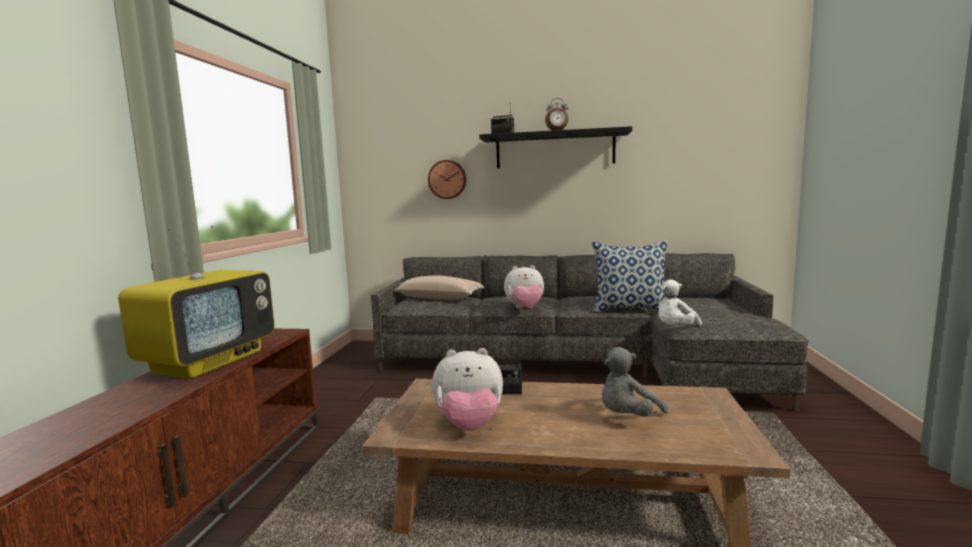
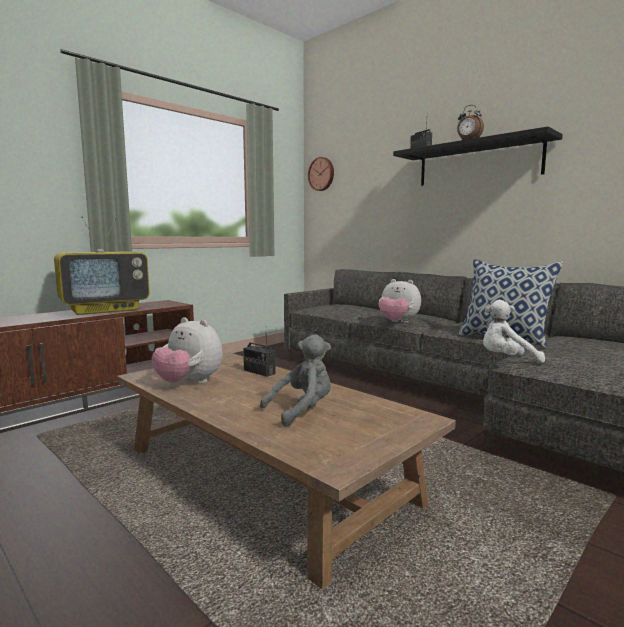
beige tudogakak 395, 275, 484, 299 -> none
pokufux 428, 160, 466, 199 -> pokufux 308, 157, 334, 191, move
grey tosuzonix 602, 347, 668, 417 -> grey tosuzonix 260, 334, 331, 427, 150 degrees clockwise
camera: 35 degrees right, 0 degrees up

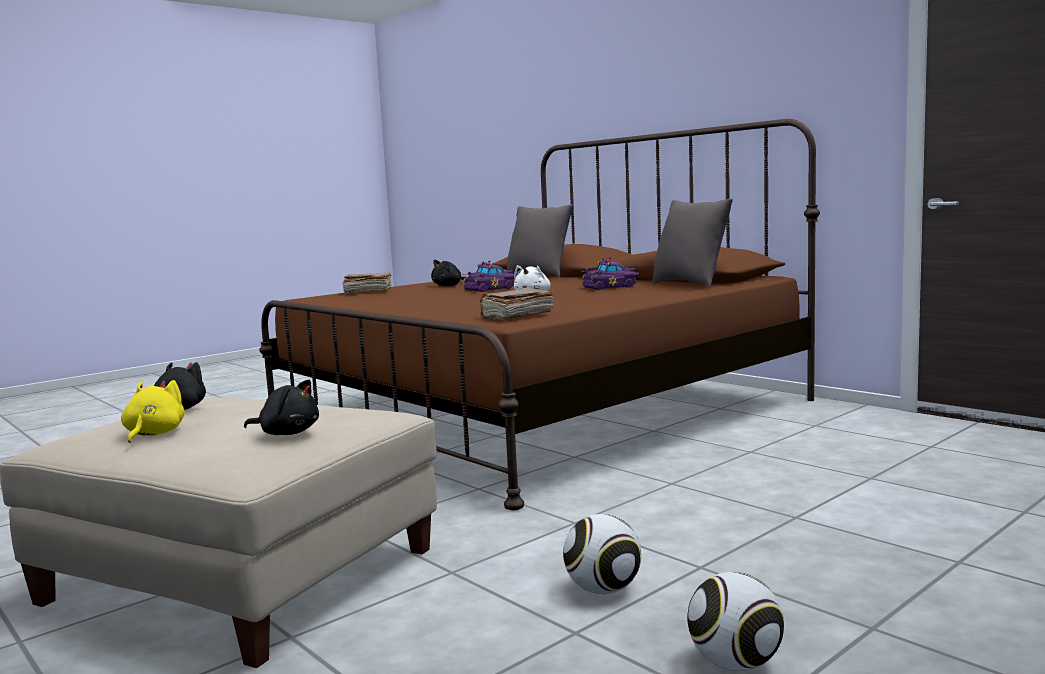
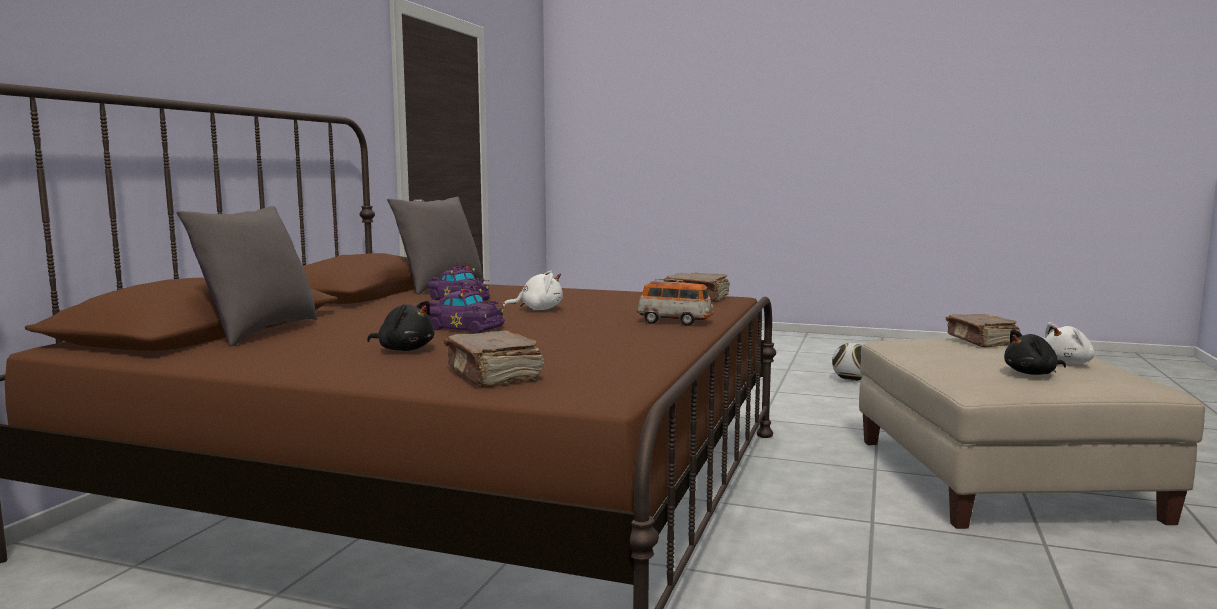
yellow tosuzonix 121, 380, 185, 443 -> white tosuzonix 1045, 322, 1095, 364
black tosuzonix 244, 380, 319, 435 -> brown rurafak 946, 314, 1020, 347
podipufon 563, 514, 641, 594 -> none
none -> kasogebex 637, 278, 714, 326
camera: 120 degrees left, 0 degrees up

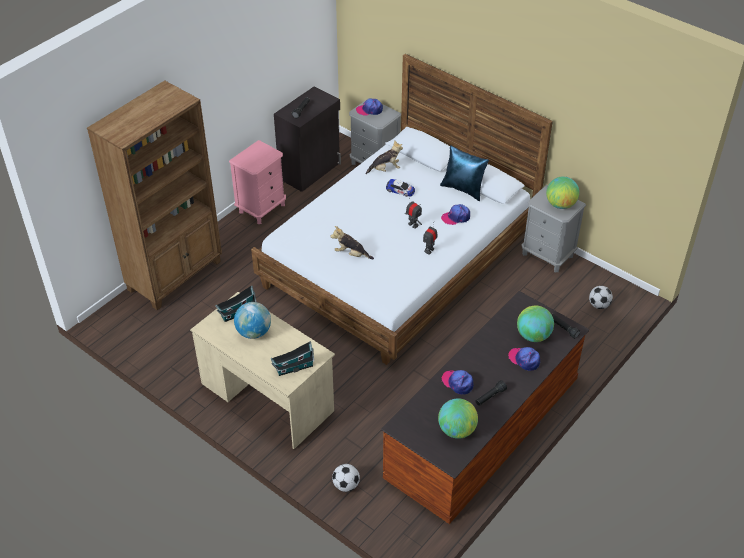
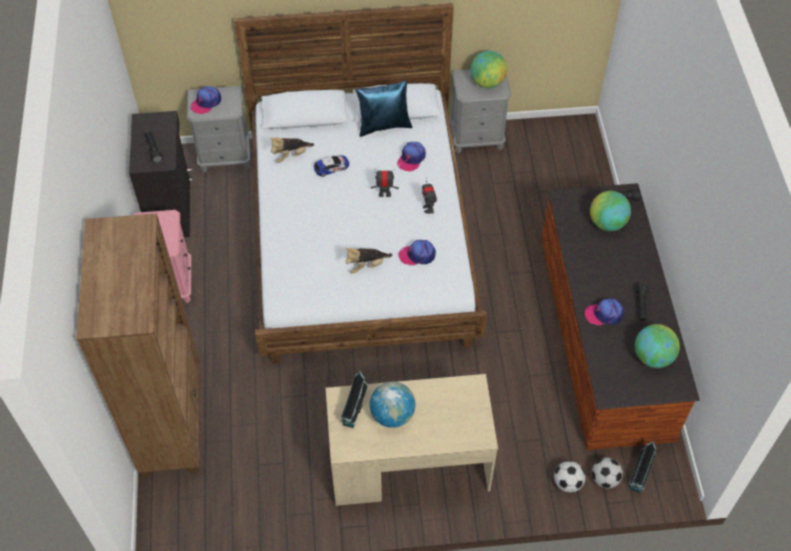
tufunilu 271, 341, 314, 376 -> tufunilu 629, 441, 656, 493, move
tosuzonix 365, 140, 403, 174 -> tosuzonix 270, 137, 314, 163, 150 degrees counterclockwise
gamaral 508, 347, 540, 371 -> gamaral 399, 240, 436, 265, move
podipufon 589, 286, 613, 309 -> podipufon 592, 458, 623, 488, move
camera: 45 degrees left, 10 degrees up

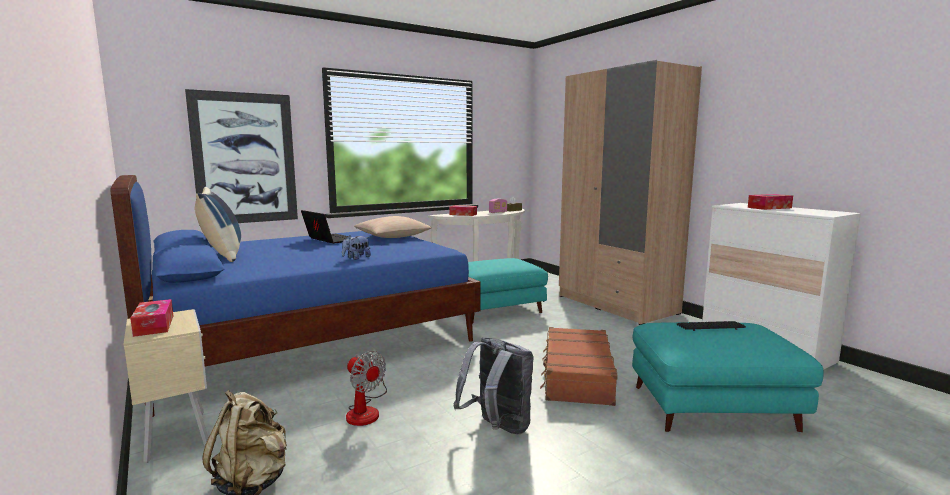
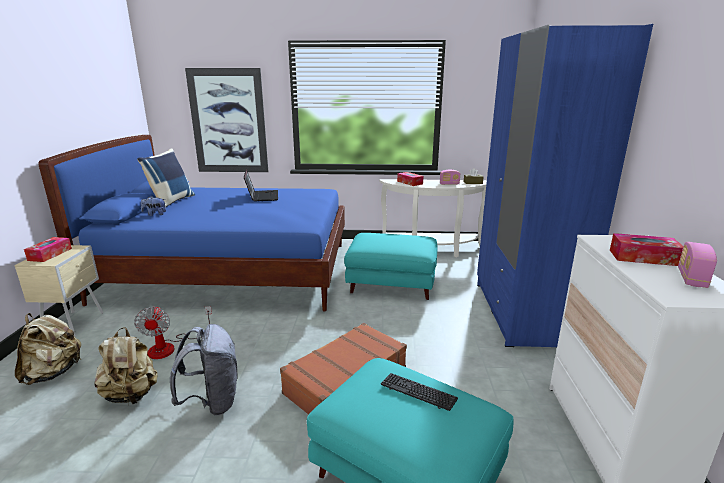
tosuzonix 342, 236, 371, 260 -> tosuzonix 141, 196, 166, 216, move
beige tudogakak 354, 216, 432, 238 -> none
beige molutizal 559, 60, 702, 325 -> blue molutizal 477, 24, 653, 347
none -> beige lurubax 94, 327, 158, 404
none -> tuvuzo 678, 242, 717, 288
camera: 35 degrees right, 10 degrees up

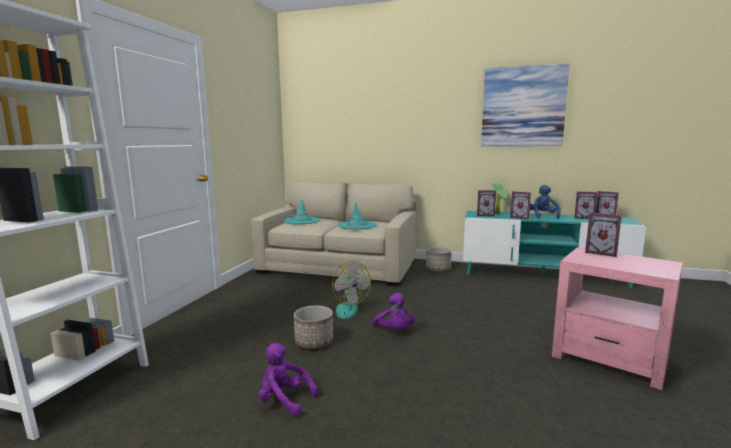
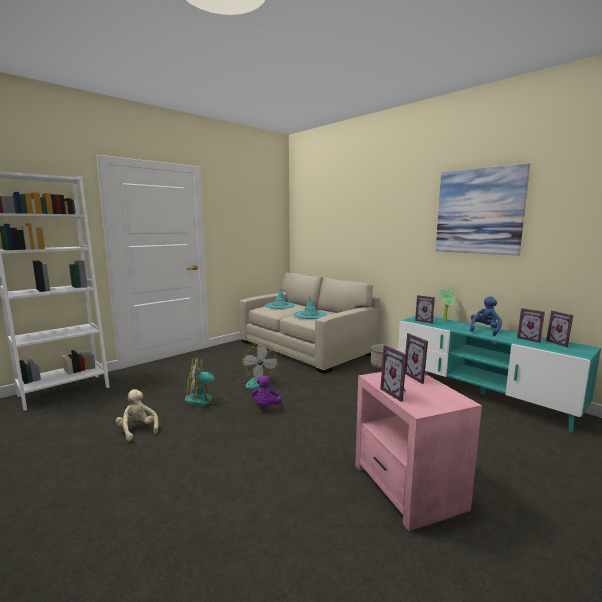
purple tosuzonix 258, 343, 318, 416 -> beige tosuzonix 116, 389, 158, 441
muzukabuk 294, 306, 333, 349 -> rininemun 185, 357, 226, 406
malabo 510, 191, 531, 220 -> malabo 380, 345, 407, 402, move
camera: 30 degrees right, 0 degrees up

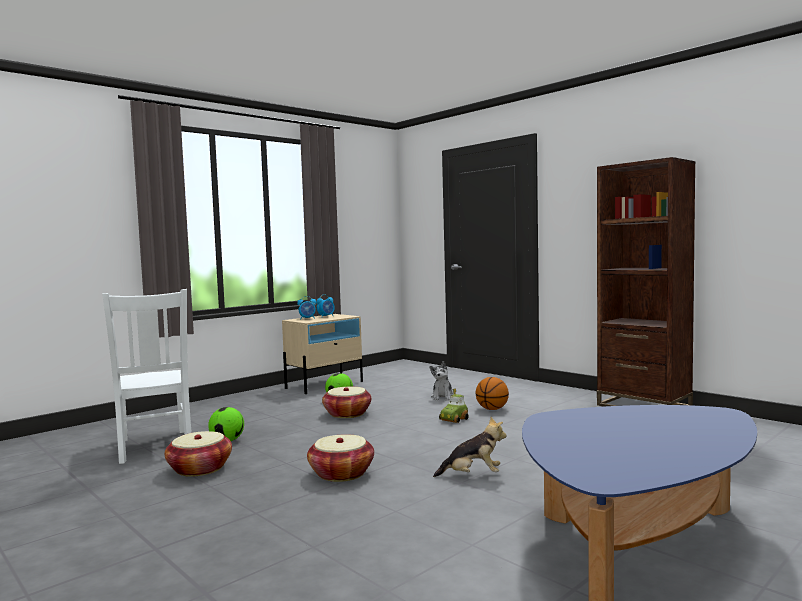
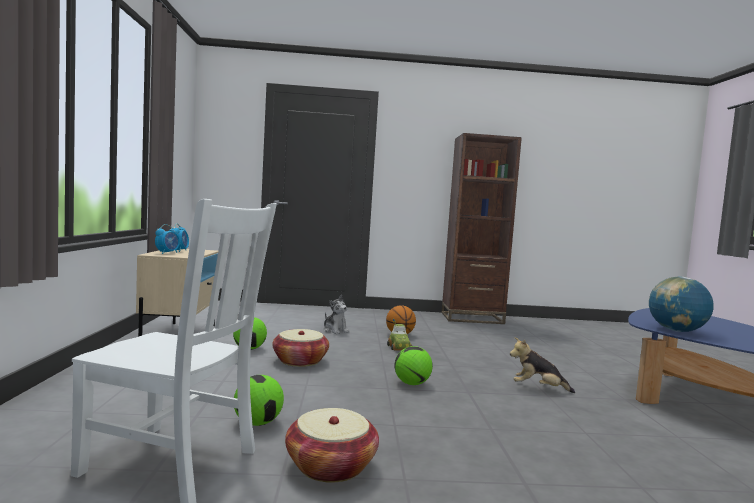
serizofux 307, 434, 374, 482 -> none
tosuzonix 433, 417, 507, 477 -> tosuzonix 510, 337, 575, 393, 120 degrees counterclockwise
none -> podipufon 395, 346, 433, 385
none -> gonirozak 649, 276, 714, 332
camera: 50 degrees left, 0 degrees up

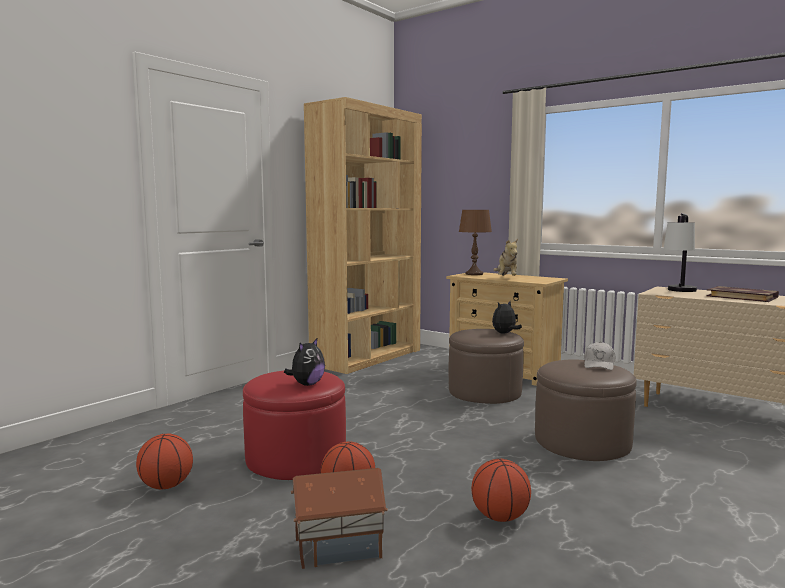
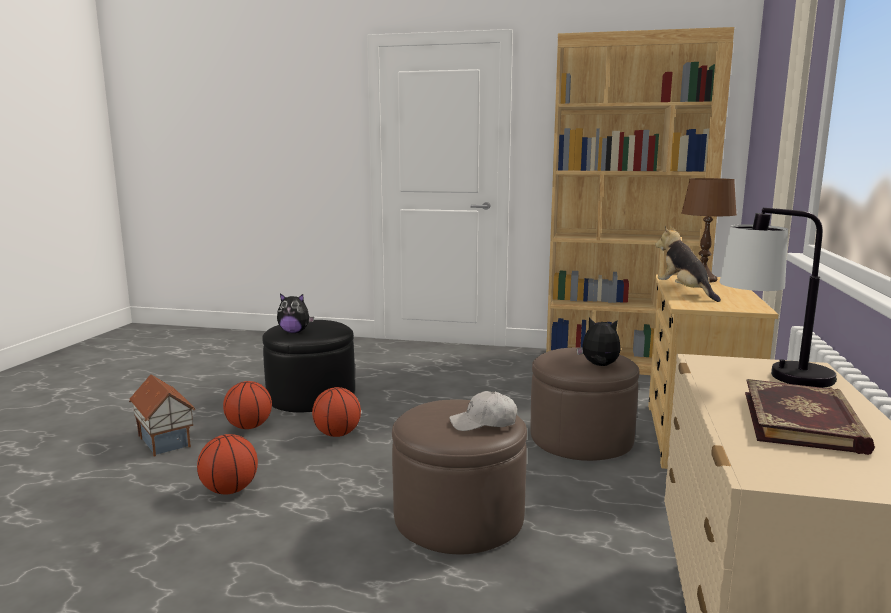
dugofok 136, 434, 193, 489 -> dugofok 312, 387, 361, 437, move
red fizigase 243, 371, 346, 480 -> black fizigase 262, 320, 355, 412
tosuzonix 493, 239, 518, 276 -> tosuzonix 655, 226, 721, 302, 90 degrees clockwise
camera: 65 degrees right, 5 degrees up

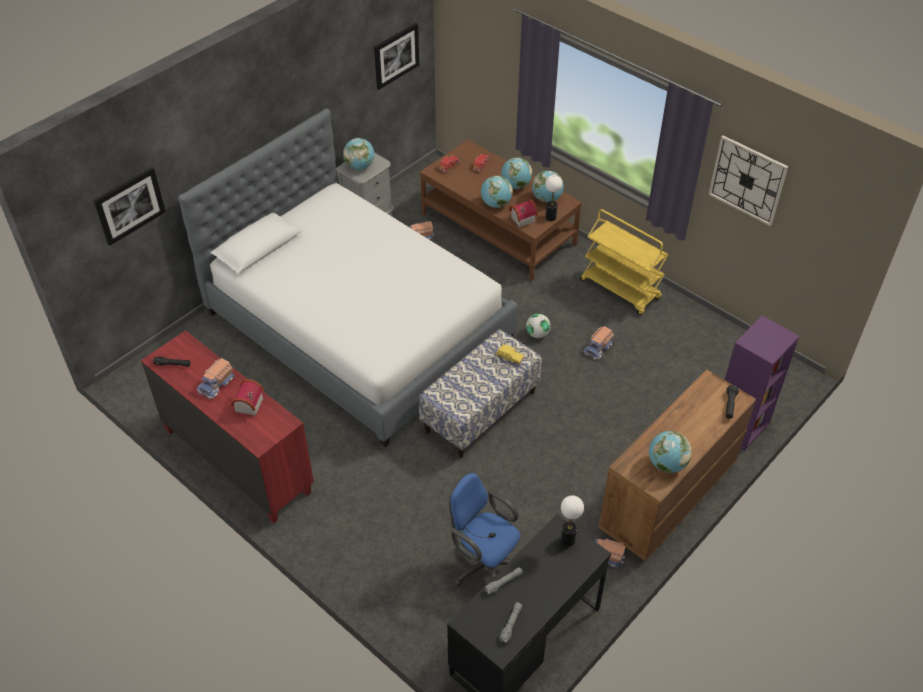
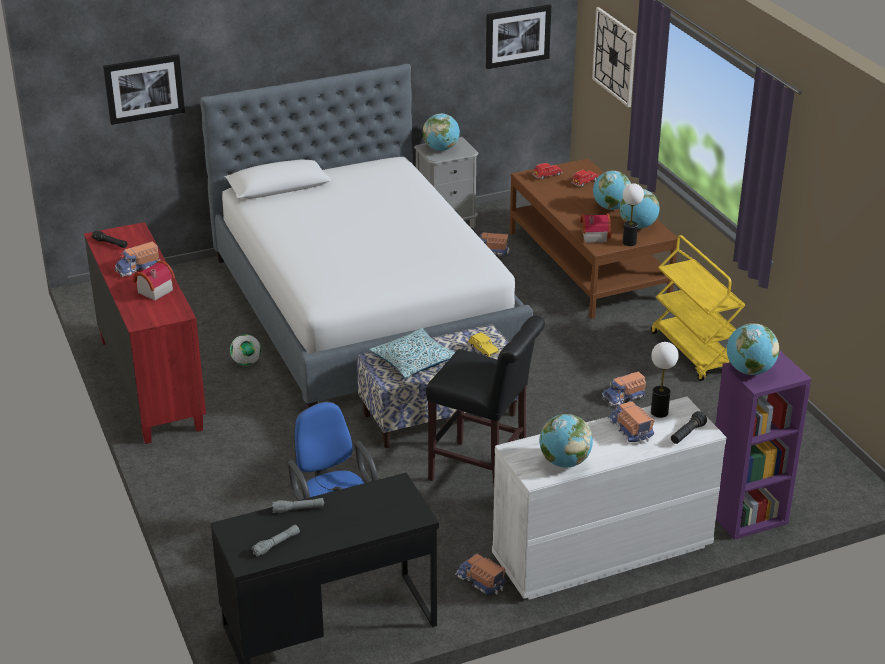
gonirozak 481, 175, 513, 208 -> gonirozak 727, 323, 779, 375, move
podipufon 526, 314, 551, 338 -> podipufon 230, 335, 261, 365, move
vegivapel 561, 495, 584, 547 -> vegivapel 651, 342, 679, 418, move
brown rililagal 598, 369, 756, 561 -> white rililagal 492, 397, 727, 600
pokufux 708, 135, 788, 226 -> pokufux 592, 7, 636, 107, move
none -> tudogakak 369, 328, 455, 379
none -> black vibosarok 426, 315, 545, 483
none -> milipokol 607, 400, 654, 444
camera: 25 degrees right, 15 degrees down

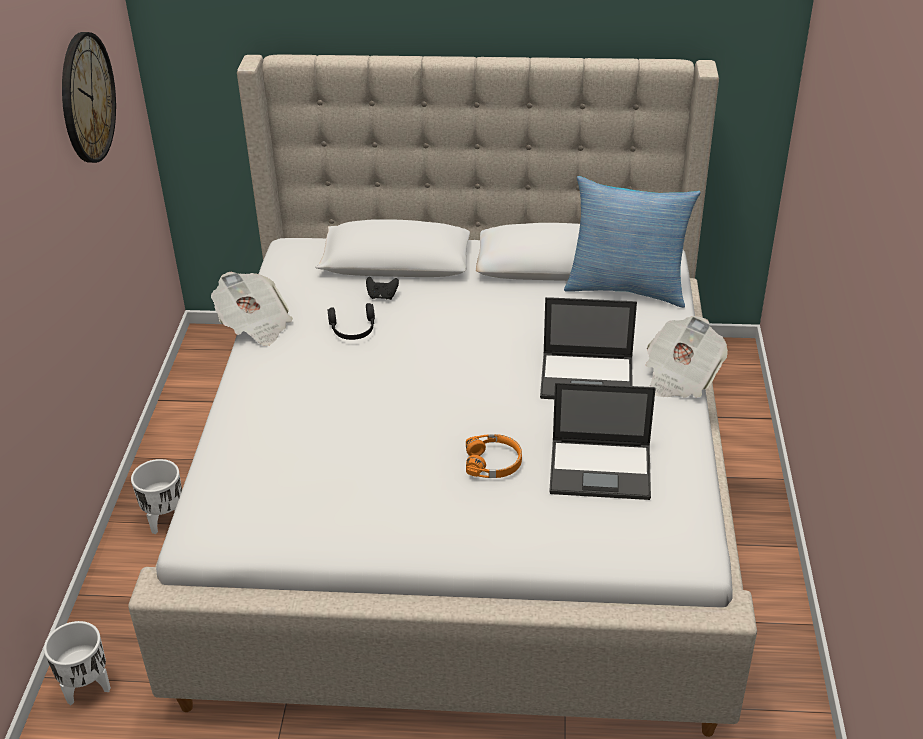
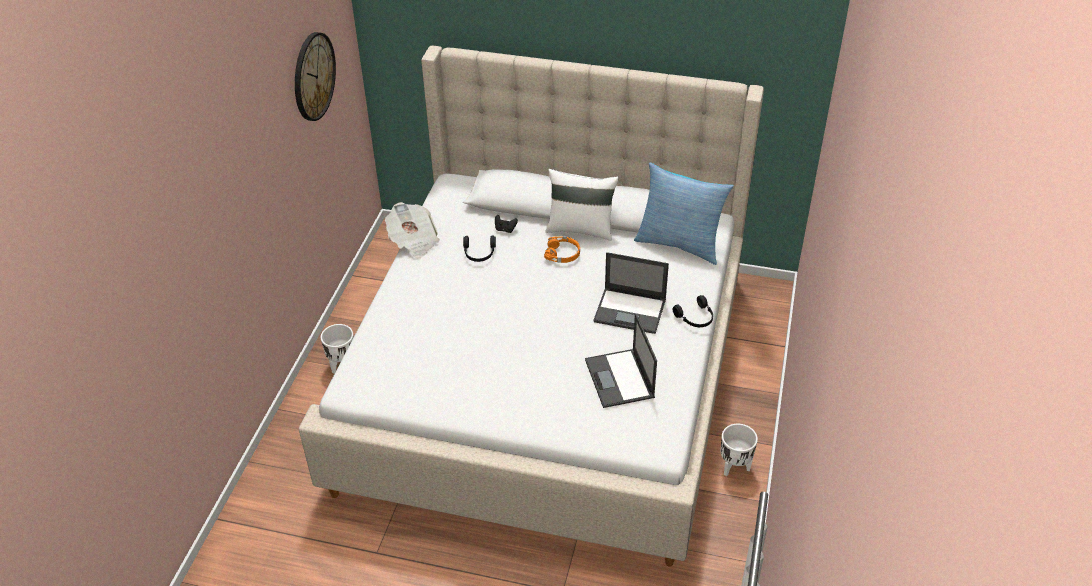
white muzukabuk 44, 621, 111, 705 -> white muzukabuk 721, 424, 758, 476, move
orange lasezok 466, 434, 522, 478 -> orange lasezok 544, 237, 580, 263, move
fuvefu 549, 382, 656, 500 -> fuvefu 585, 313, 657, 408, 60 degrees clockwise
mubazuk 645, 316, 728, 398 -> black lasezok 673, 295, 713, 327
none -> white tudogakak 545, 169, 618, 241
camera: 10 degrees right, 5 degrees up

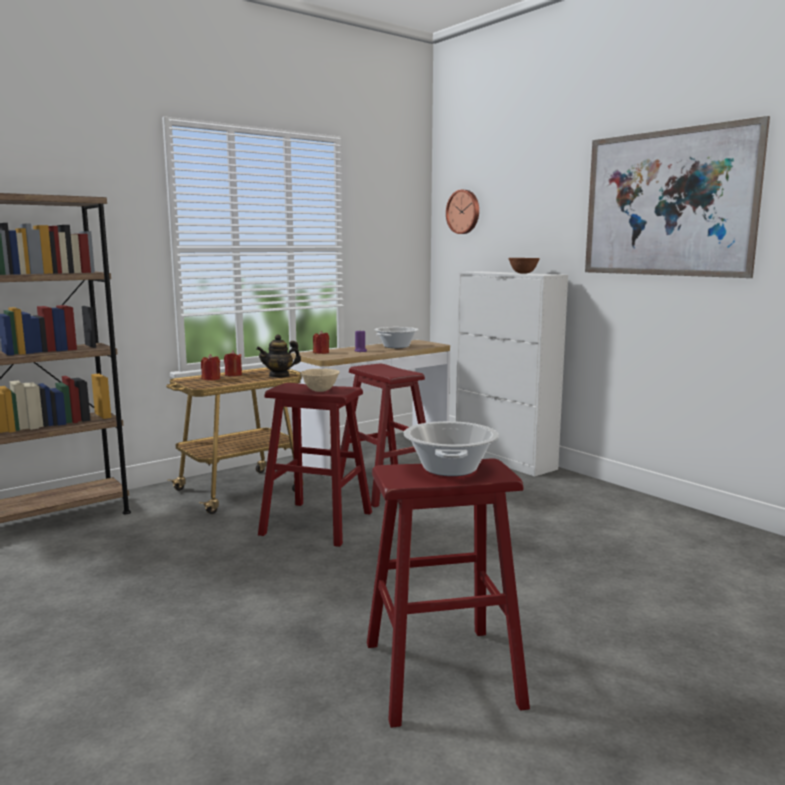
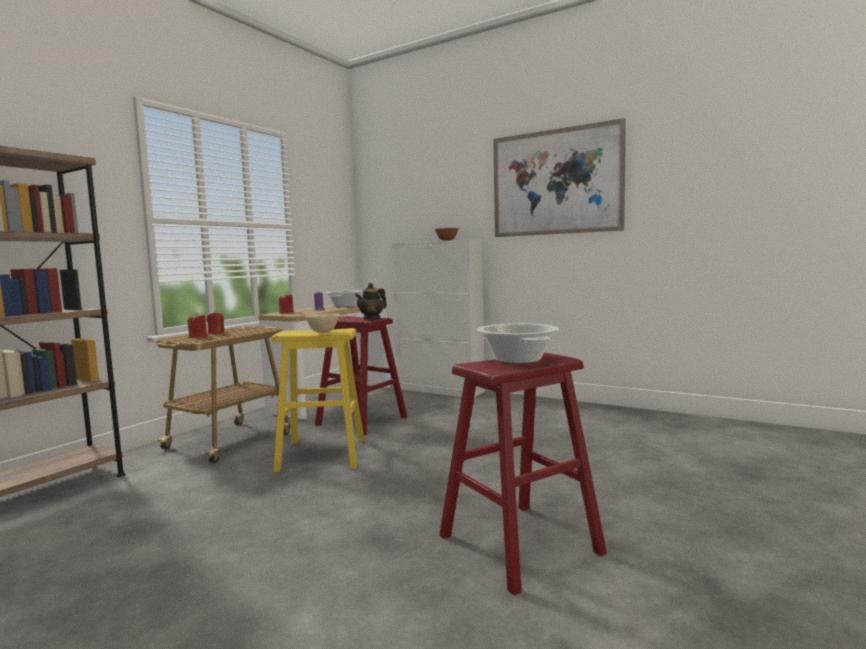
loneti 256, 334, 301, 378 -> loneti 355, 283, 387, 320, move
red vibosarok 258, 383, 372, 547 -> yellow vibosarok 271, 328, 364, 472
pokufux 446, 190, 479, 234 -> none
camera: 20 degrees left, 5 degrees down

